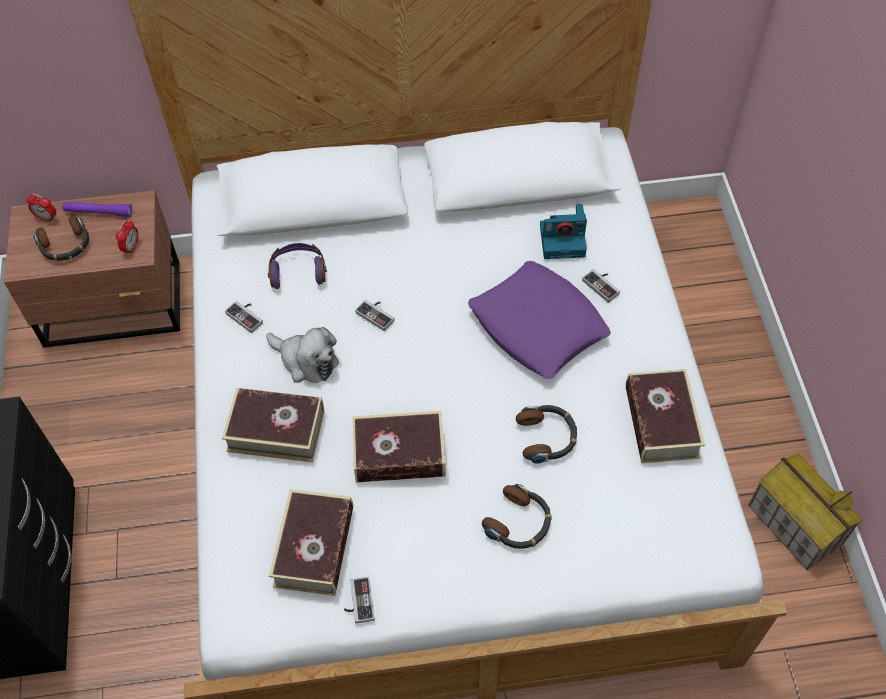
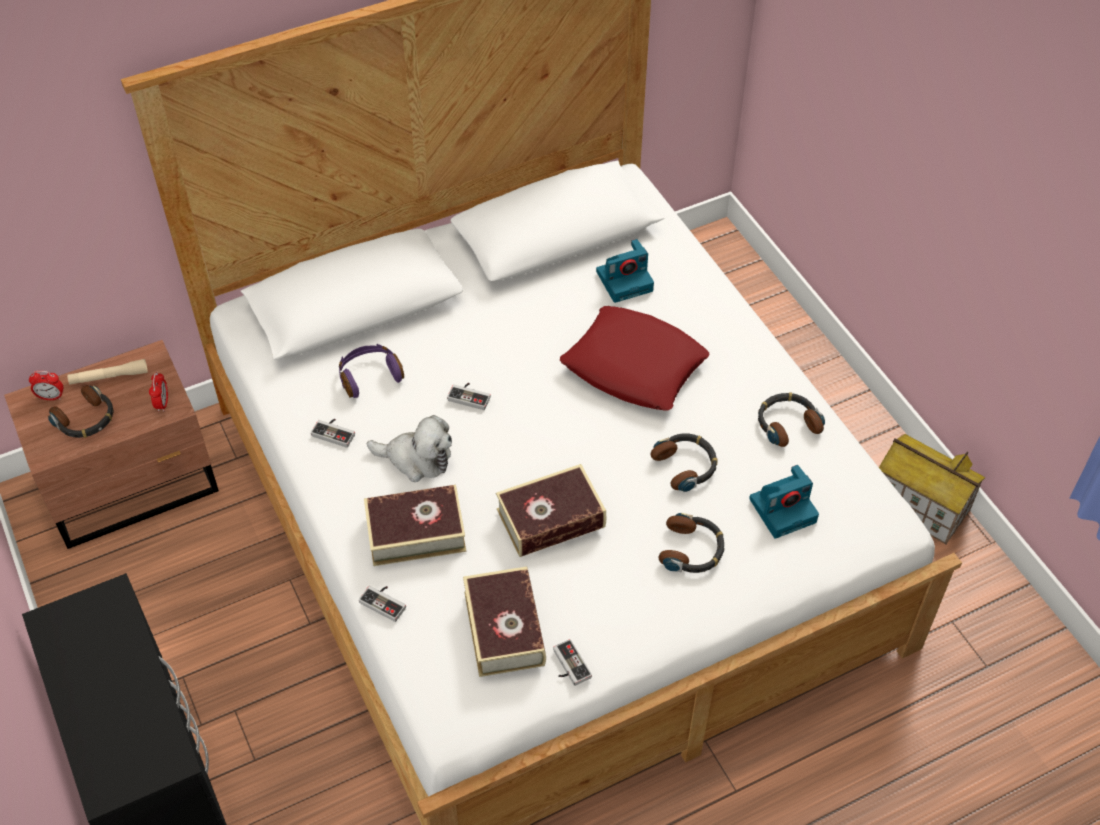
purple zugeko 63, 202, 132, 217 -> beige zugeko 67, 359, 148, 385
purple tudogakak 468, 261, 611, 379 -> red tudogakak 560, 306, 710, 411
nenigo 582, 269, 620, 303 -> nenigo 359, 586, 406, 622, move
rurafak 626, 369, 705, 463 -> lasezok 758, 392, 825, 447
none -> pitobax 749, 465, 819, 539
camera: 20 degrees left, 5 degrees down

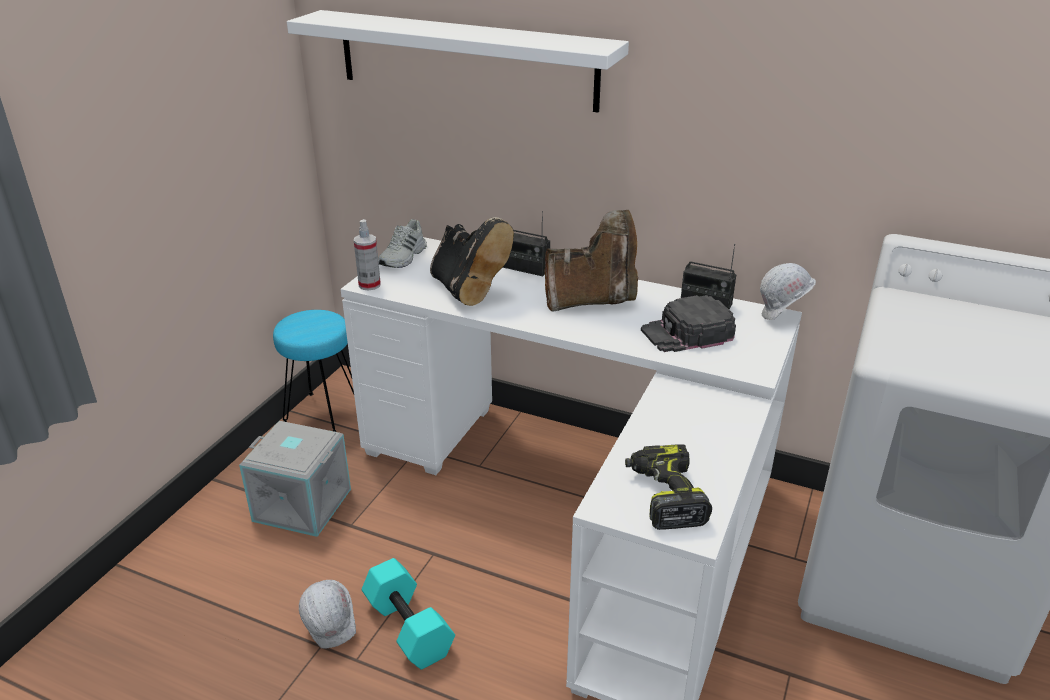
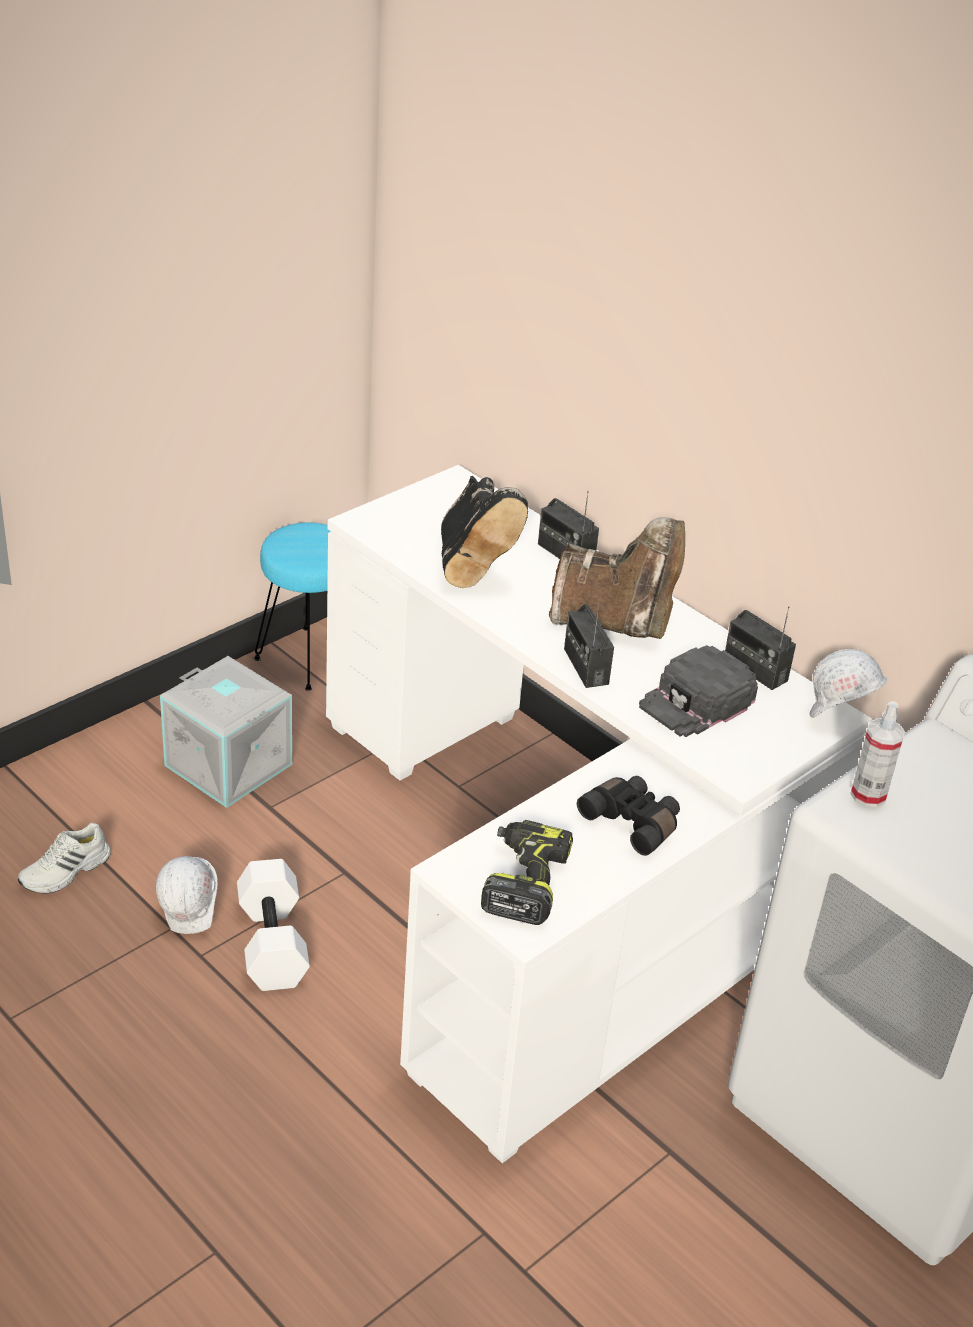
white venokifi 287, 10, 629, 113 -> none
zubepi 354, 219, 381, 291 -> zubepi 850, 701, 905, 807, move
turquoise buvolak 362, 558, 455, 669 -> white buvolak 237, 859, 310, 991
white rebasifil 378, 219, 427, 268 -> white rebasifil 18, 823, 111, 894, move
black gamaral 641, 295, 736, 352 -> black gamaral 639, 645, 758, 737, 45 degrees counterclockwise
none -> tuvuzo 564, 604, 614, 688
none -> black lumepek 577, 776, 680, 856
camera: 20 degrees right, 5 degrees up

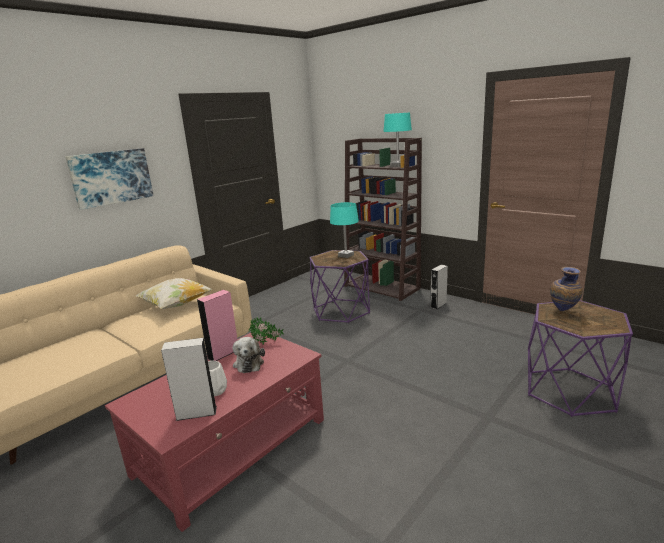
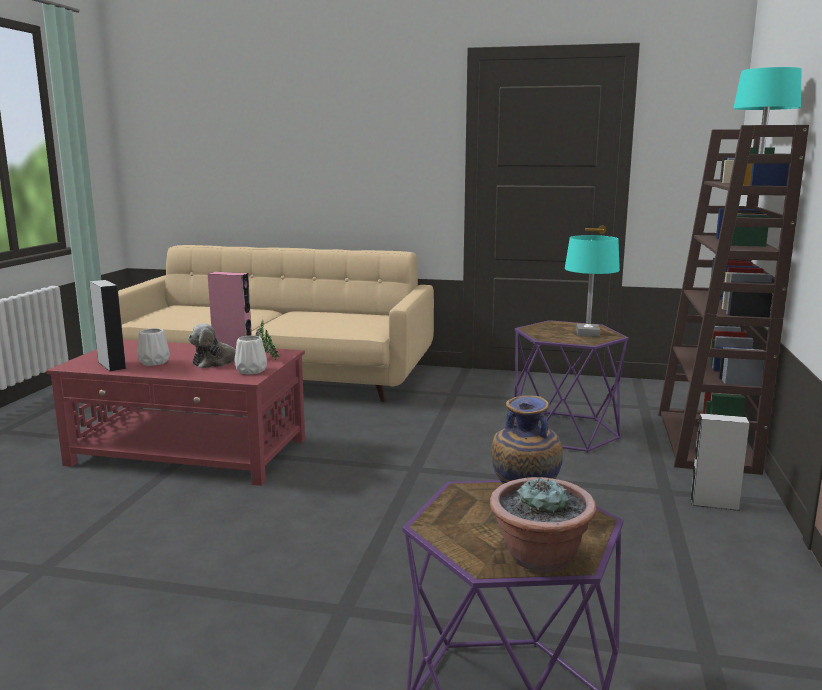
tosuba 65, 148, 154, 210 -> none
tudogakak 136, 278, 213, 309 -> none
none -> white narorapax 234, 336, 267, 375
none -> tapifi 490, 477, 597, 573
camera: 60 degrees right, 5 degrees down

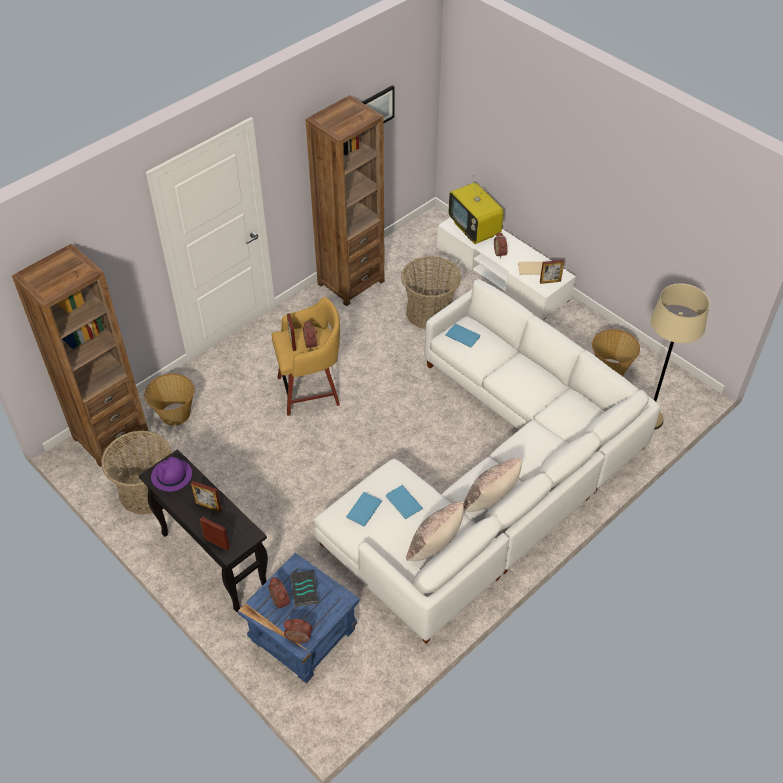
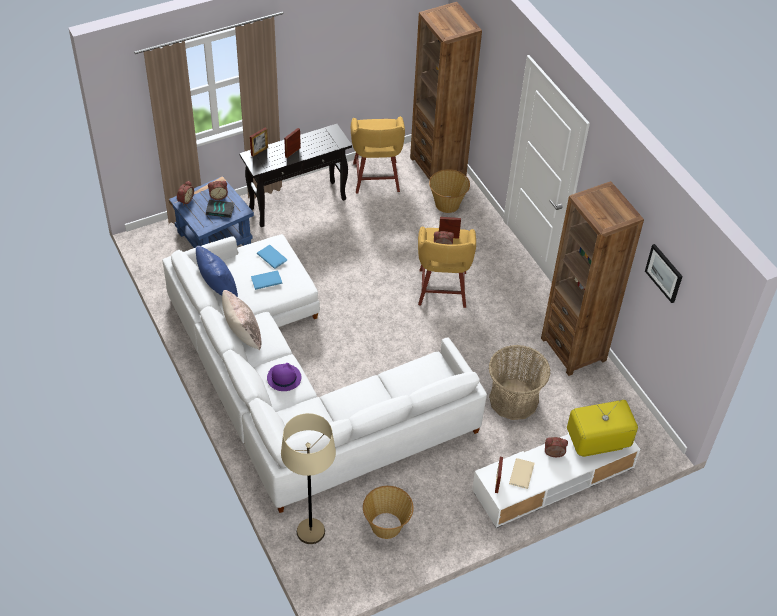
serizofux 101, 430, 172, 515 -> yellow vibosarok 351, 116, 405, 193
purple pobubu 151, 457, 192, 492 -> purple pobubu 267, 363, 301, 391, move
beige tudogakak 406, 501, 464, 561 -> blue tudogakak 196, 246, 238, 297
blue rurafak 445, 323, 481, 348 -> none
camera: 105 degrees right, 0 degrees up

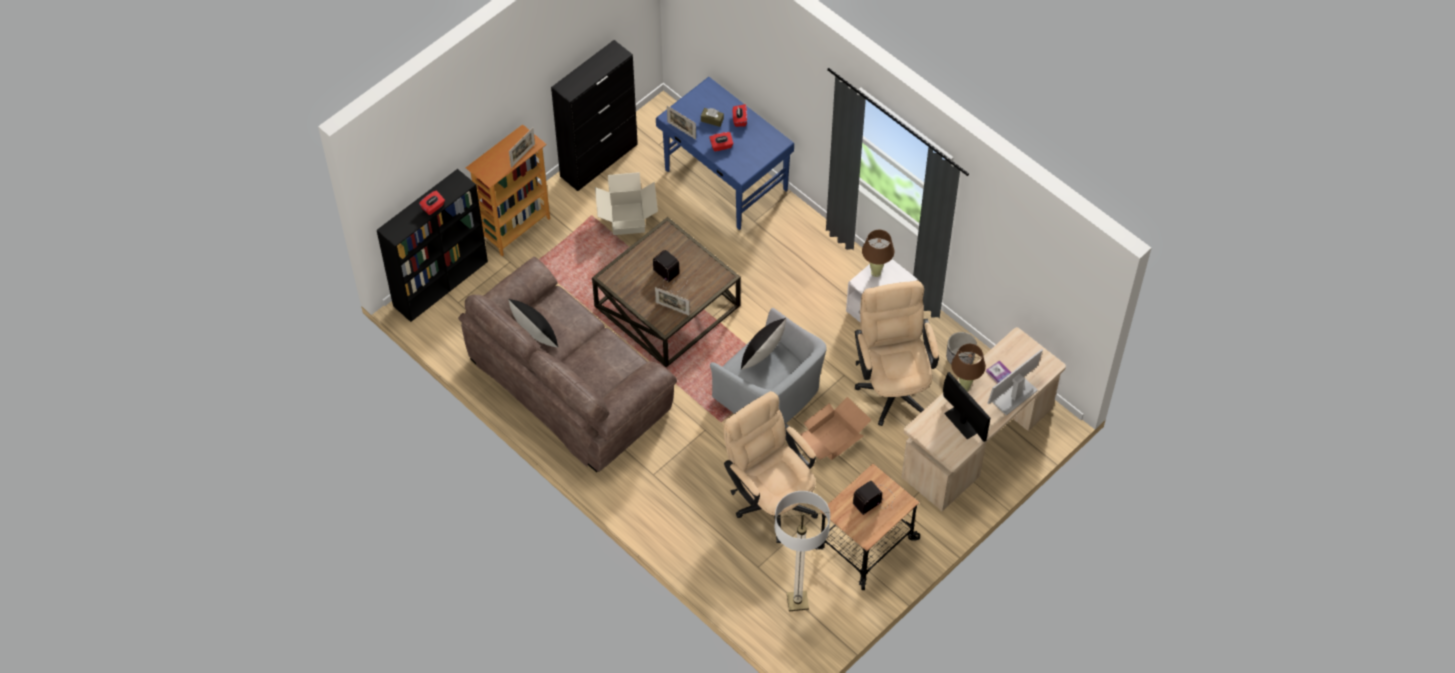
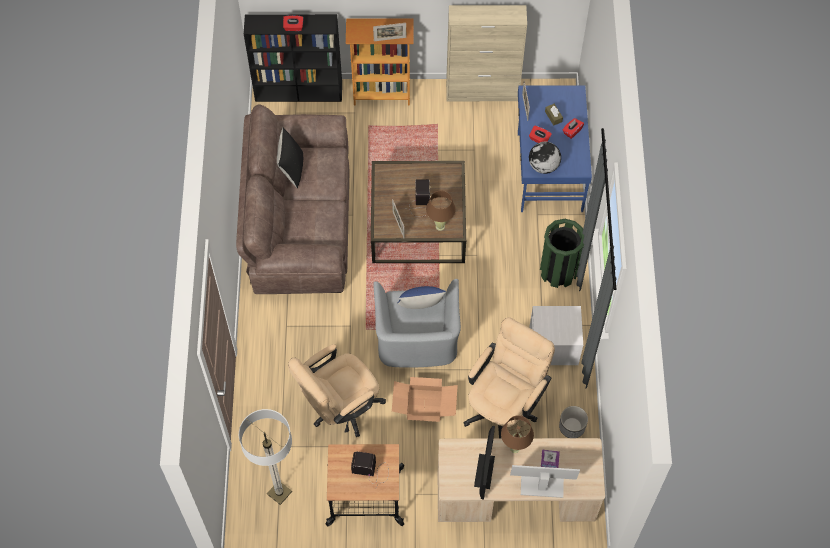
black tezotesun 551, 40, 638, 191 -> beige tezotesun 446, 5, 527, 101
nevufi 595, 172, 658, 235 -> none
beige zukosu 724, 391, 818, 543 -> beige zukosu 288, 344, 386, 437, 135 degrees counterclockwise
black tudogakak 741, 318, 787, 370 -> blue tudogakak 397, 286, 446, 309
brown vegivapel 862, 230, 894, 277 -> brown vegivapel 426, 191, 456, 231, move
none -> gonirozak 529, 142, 561, 174
none -> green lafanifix 540, 219, 584, 288
camera: 45 degrees right, 5 degrees up

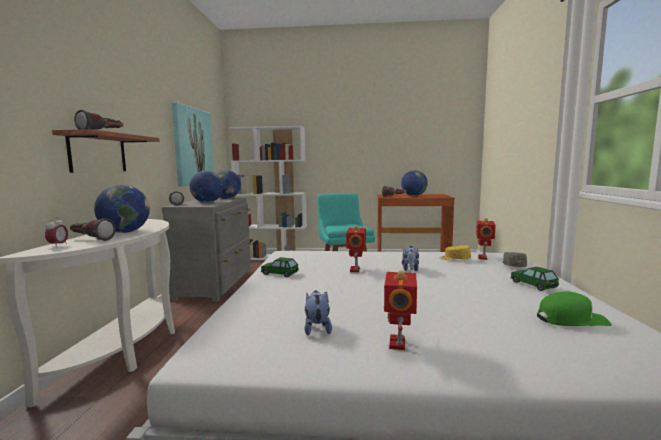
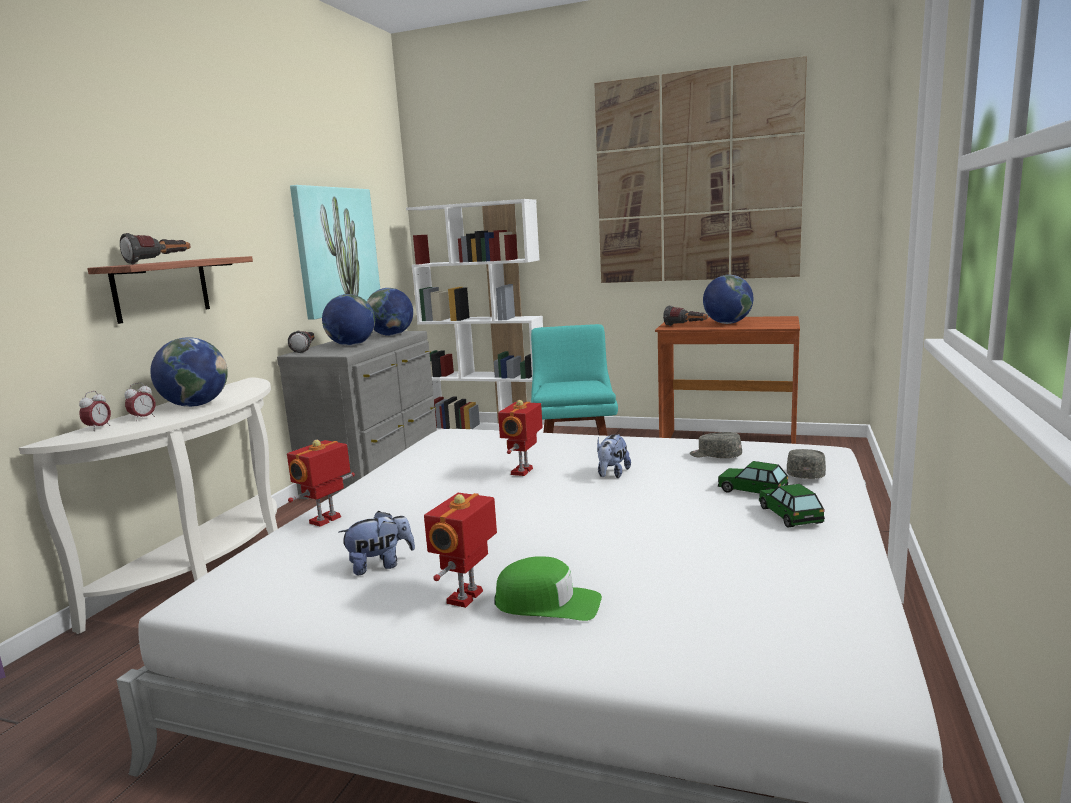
zugeko 70, 218, 116, 241 -> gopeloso 124, 383, 156, 421
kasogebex 261, 257, 298, 278 -> kasogebex 718, 461, 788, 494, move
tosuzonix 304, 290, 332, 336 -> tosuzonix 338, 511, 415, 575, 60 degrees clockwise
yellow gamaral 439, 245, 471, 260 -> grey gamaral 690, 432, 742, 458
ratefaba 476, 218, 496, 260 -> ratefaba 287, 440, 355, 527, move
green gamaral 537, 291, 612, 326 -> green gamaral 494, 556, 602, 621, move
none -> tosuba 594, 56, 807, 283
camera: 15 degrees right, 5 degrees up

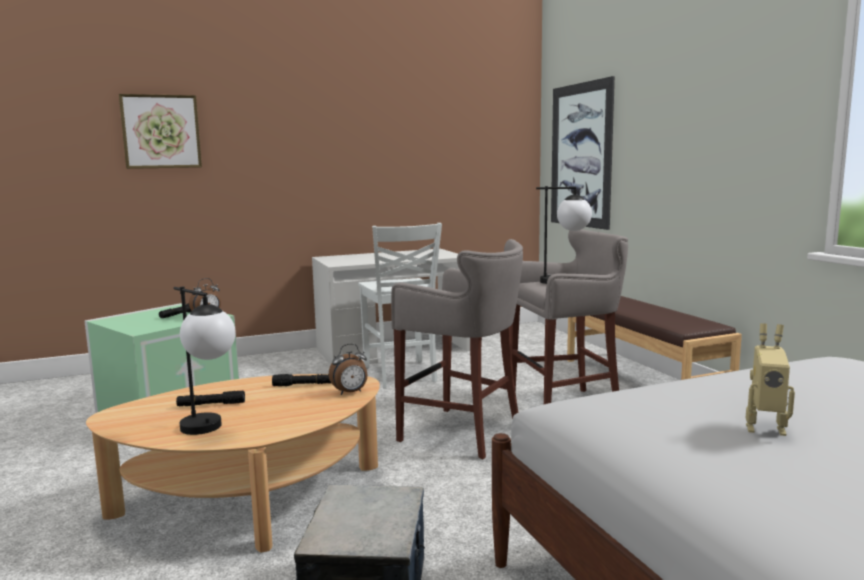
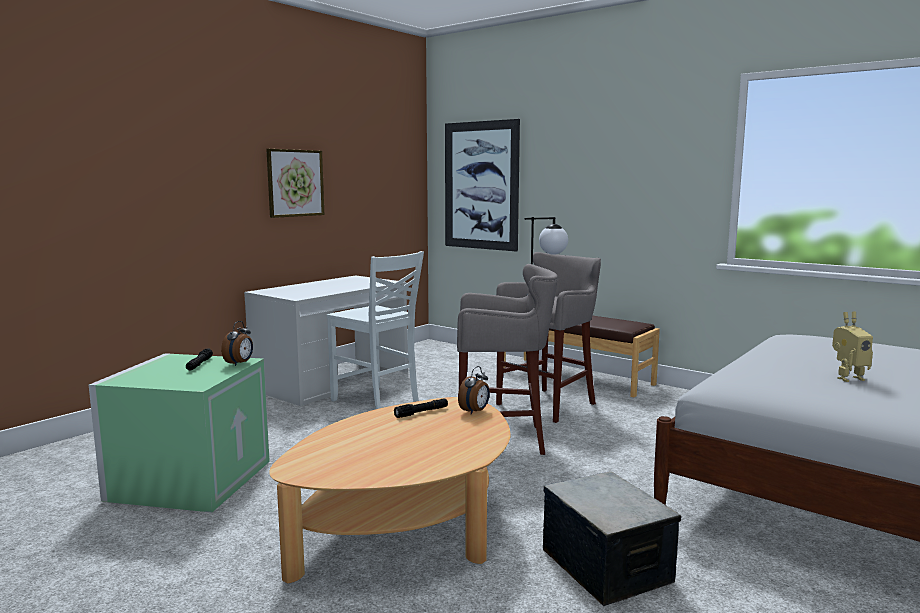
tosuba 119, 94, 202, 169 -> tosuba 266, 149, 324, 218, move
vegivapel 174, 287, 235, 435 -> none
black zugeko 176, 391, 245, 406 -> none
camera: 30 degrees left, 0 degrees up

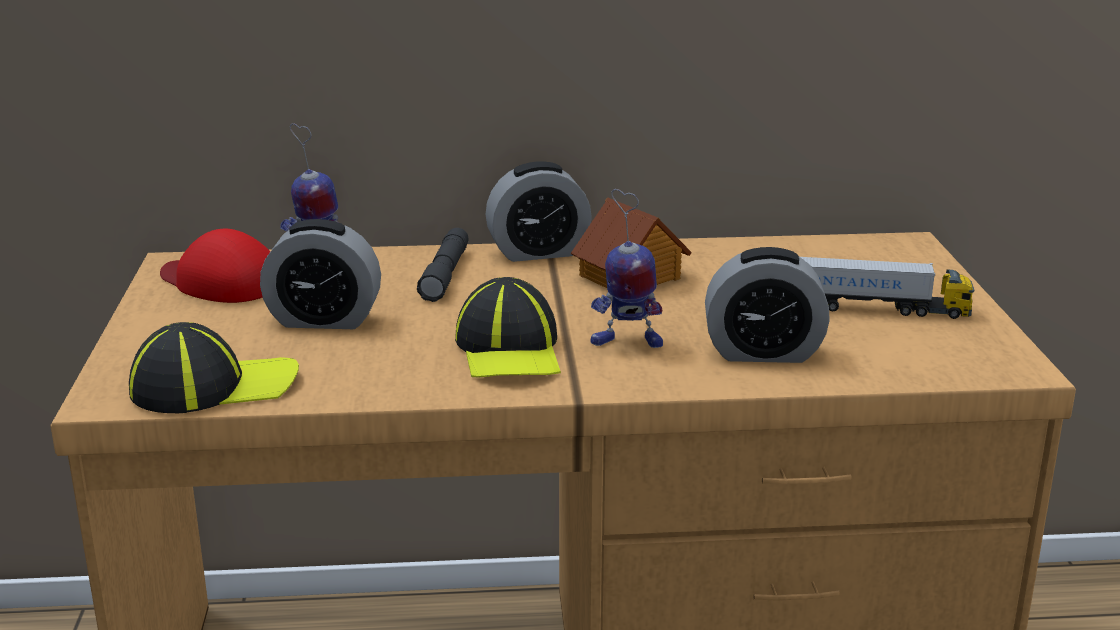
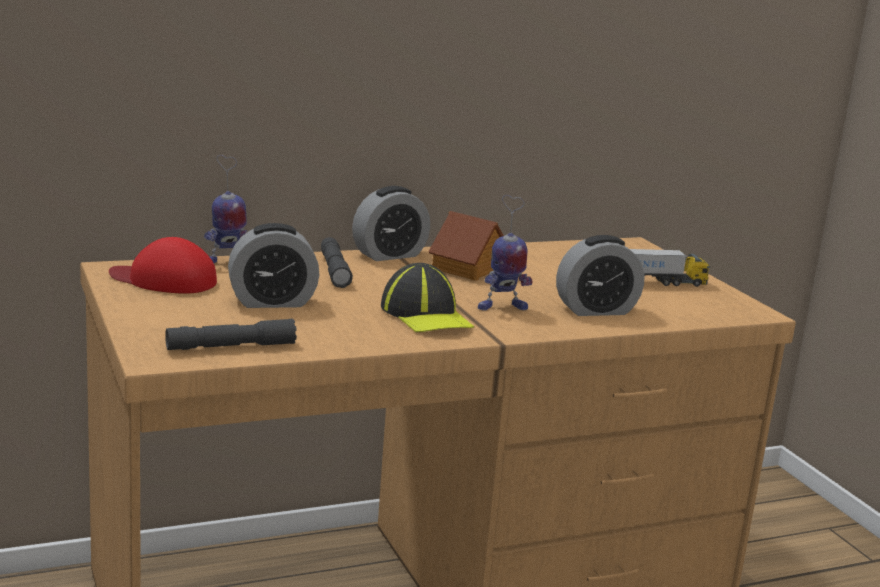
gamaral 129, 322, 299, 414 -> grey zugeko 165, 319, 297, 350
camera: 20 degrees left, 5 degrees down

